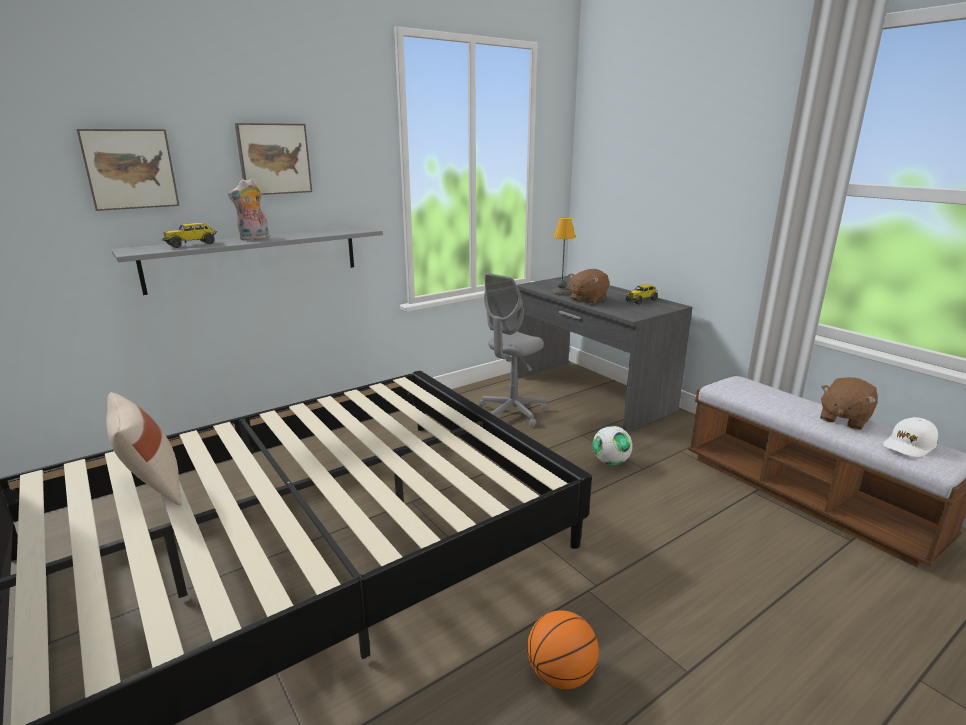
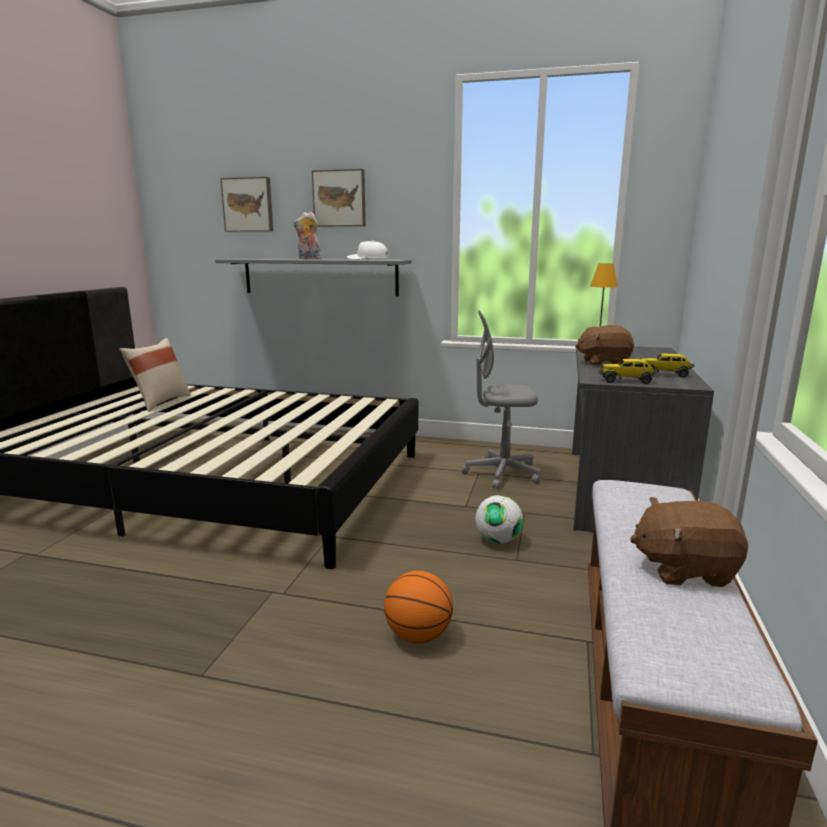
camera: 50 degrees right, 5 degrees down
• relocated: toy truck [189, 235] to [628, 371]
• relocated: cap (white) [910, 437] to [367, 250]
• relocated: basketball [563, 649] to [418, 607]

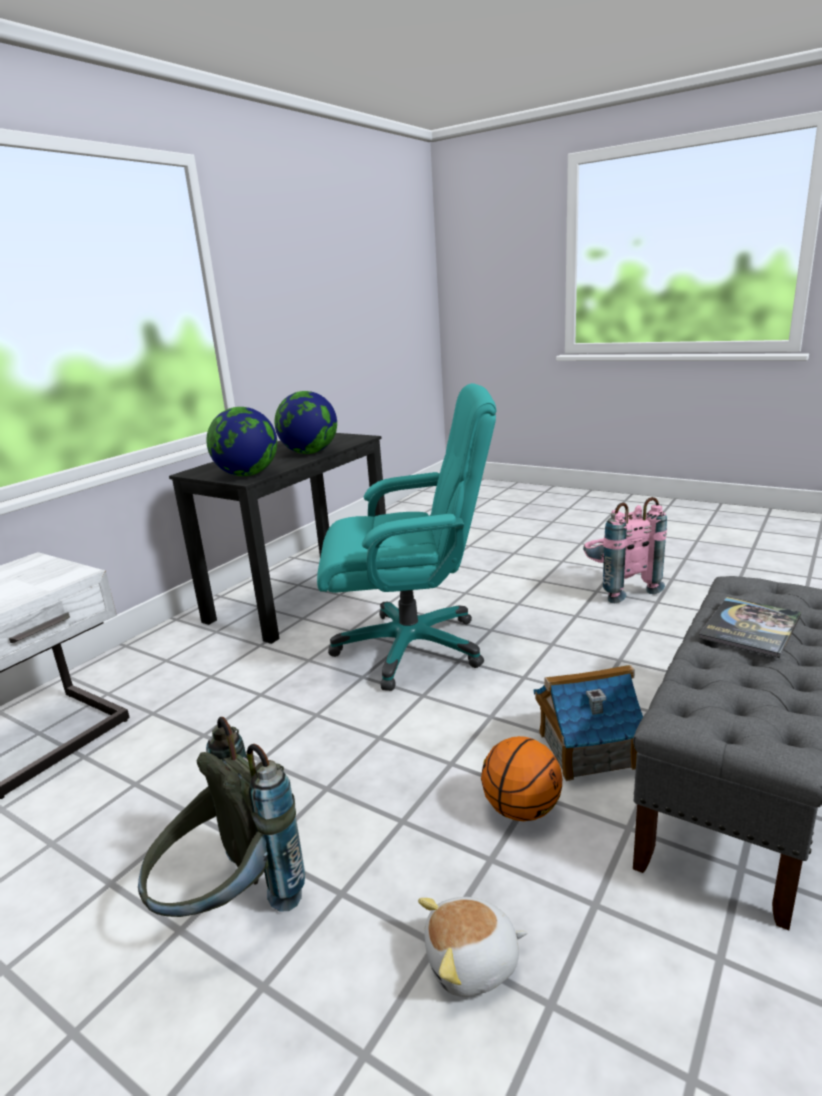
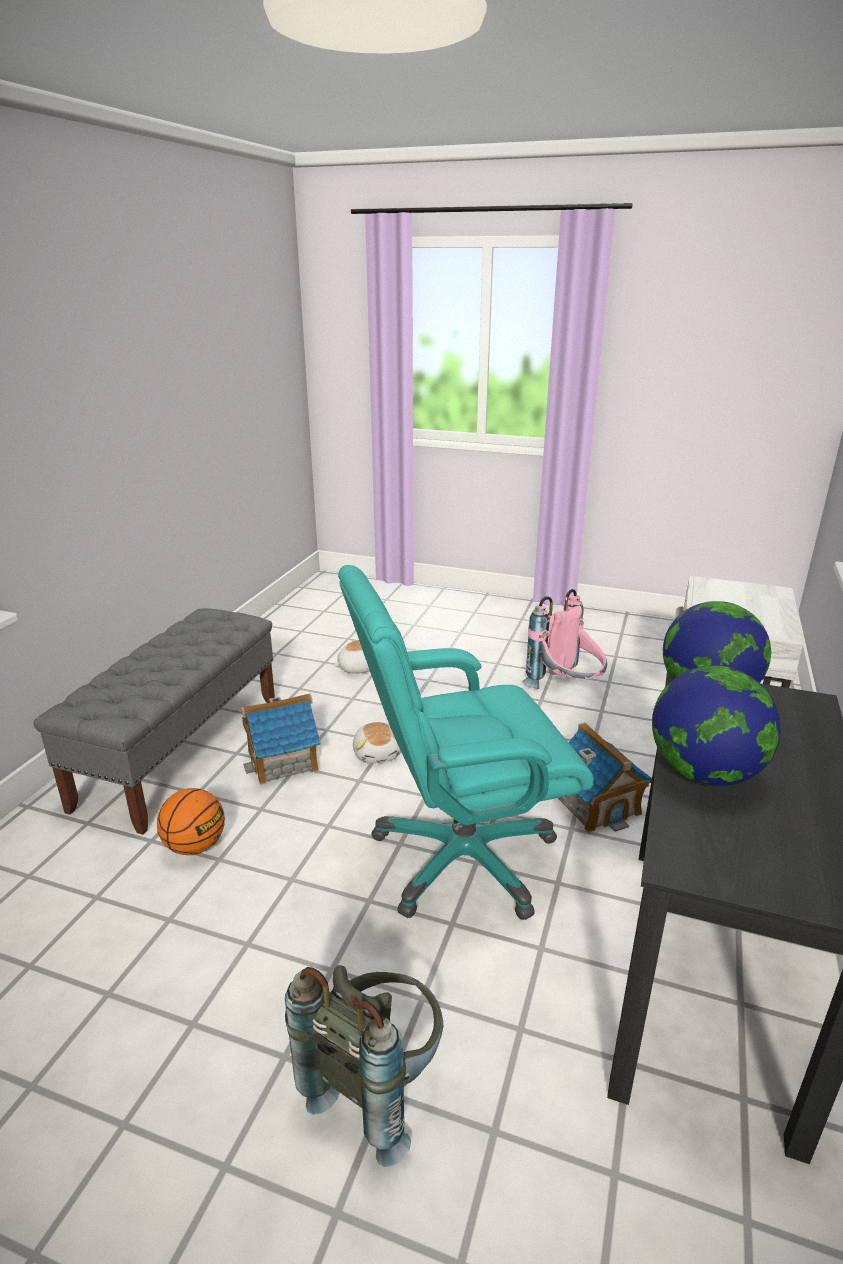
camera: 165 degrees right, 5 degrees up
• relocated: backpack (pink) [625, 550] to [565, 639]
• missing: book [750, 627]
• relocated: backpack (grey) [221, 817] to [364, 1066]
• relocated: basketball [521, 778] to [191, 821]
• appeared: plush toy [377, 743]
• appeared: toy house [603, 777]

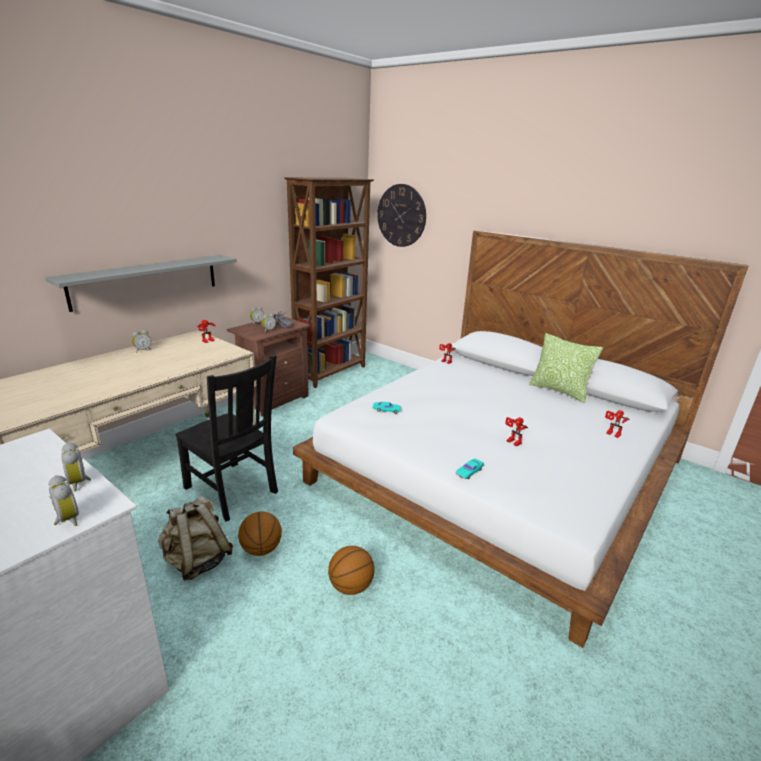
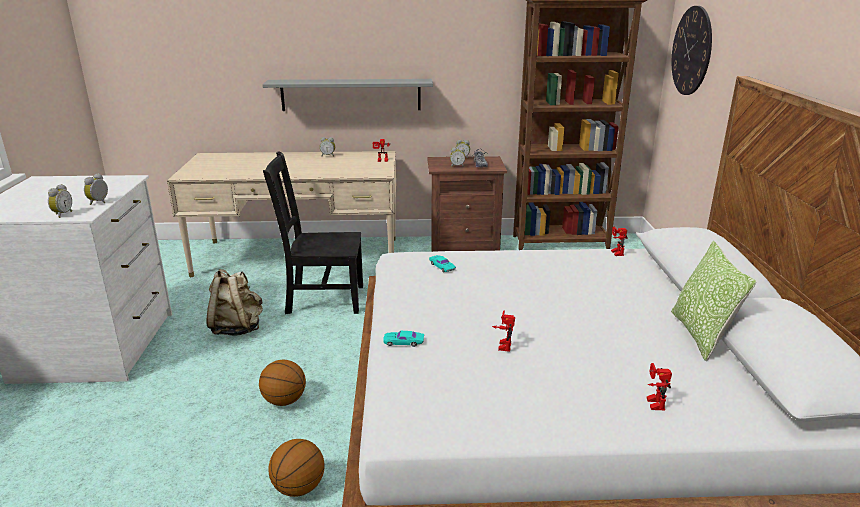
camera: 50 degrees right, 0 degrees up
• spun: chair (black) [226, 438] = [313, 232] 90 degrees clockwise
• relocated: basketball [260, 533] to [296, 468]

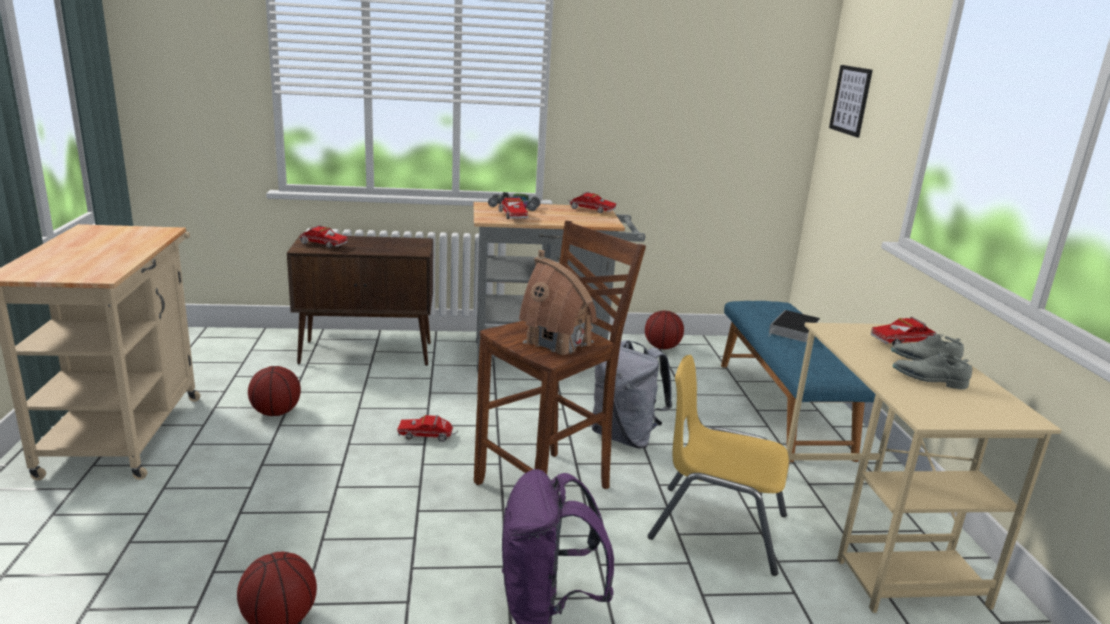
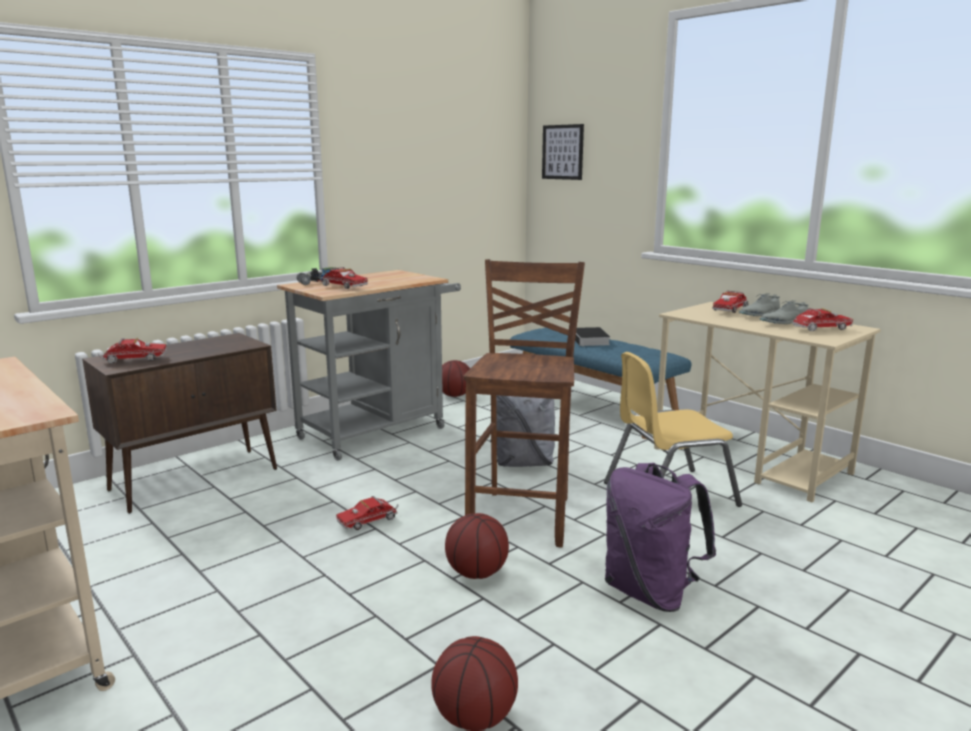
camera: 35 degrees left, 5 degrees down
• relocated: toy truck [592, 202] to [822, 319]
• missing: toy house [558, 302]
• relocated: basketball [274, 391] to [477, 546]

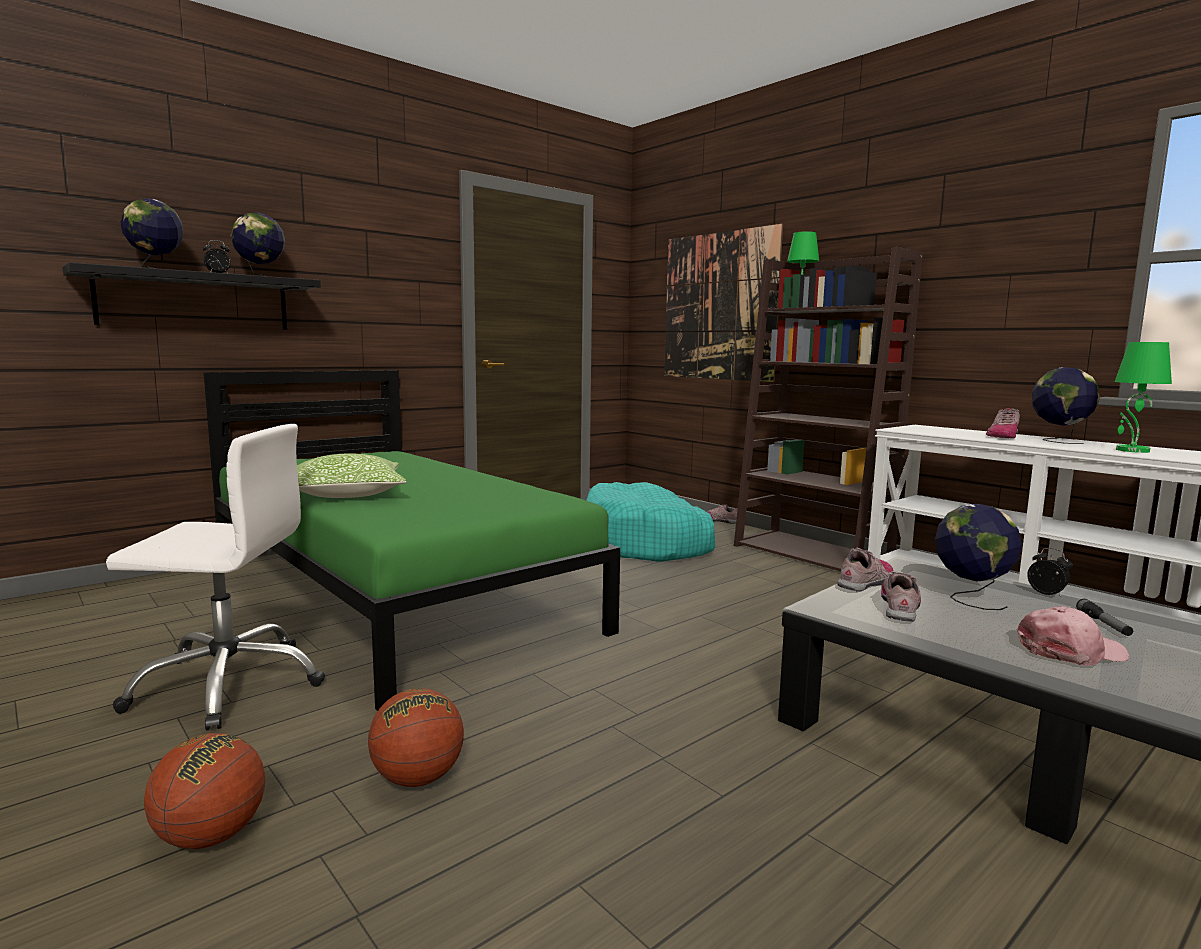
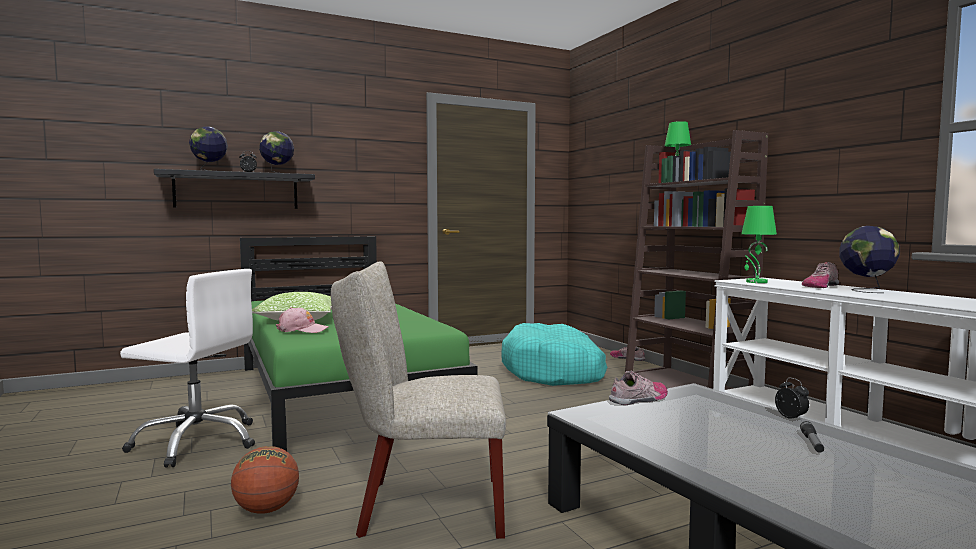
camera: 15 degrees right, 5 degrees down
• missing: picture [723, 303]
• relocated: table lamp (green) [1143, 397] to [759, 244]
• missing: globe [978, 557]
• missing: shoe [901, 596]
• relocated: cap (pink) [1073, 636] to [302, 320]
• missing: basketball [204, 791]
• appeared: chair (beige) [418, 400]

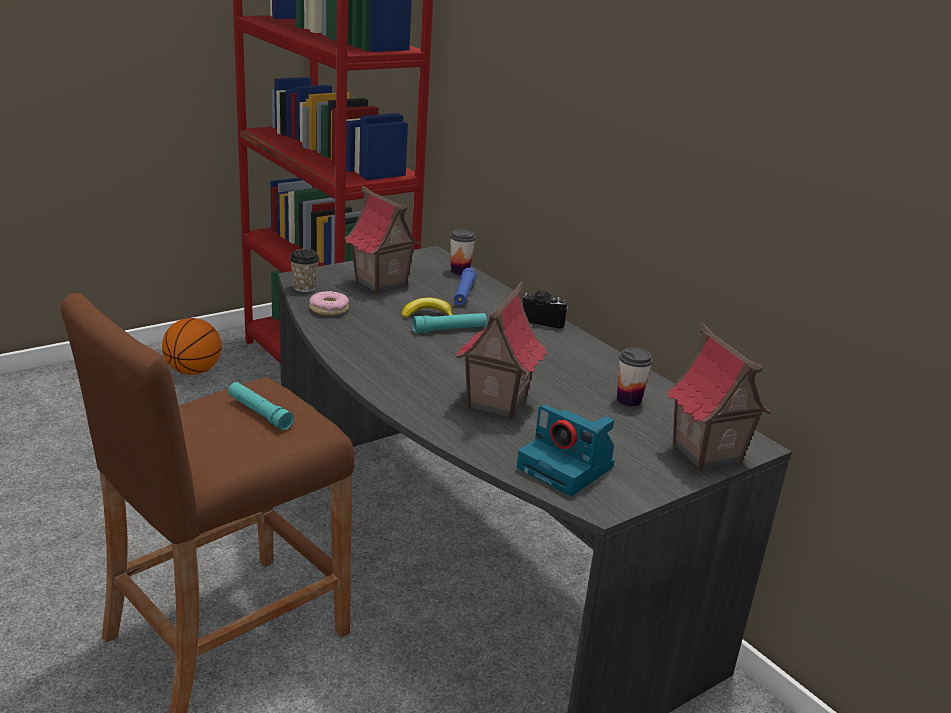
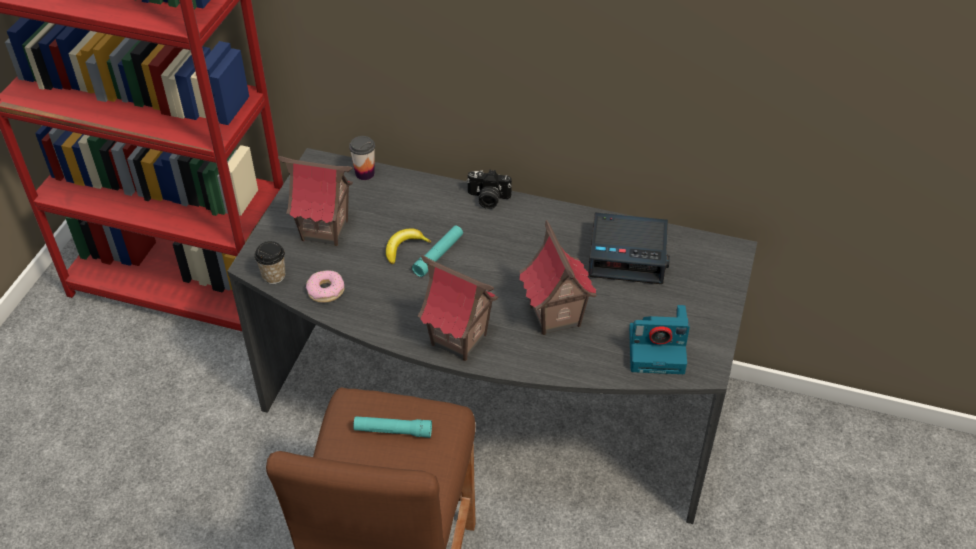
camera: 35 degrees left, 20 degrees up
• missing: flashlight (blue) [465, 286]
• spun: photo camera [545, 309] = [489, 189] 150 degrees counterclockwise
• missing: basketball [191, 346]
• relocated: toy house [718, 396] to [457, 308]
• exchanged: cup [635, 377] to alarm clock [629, 248]

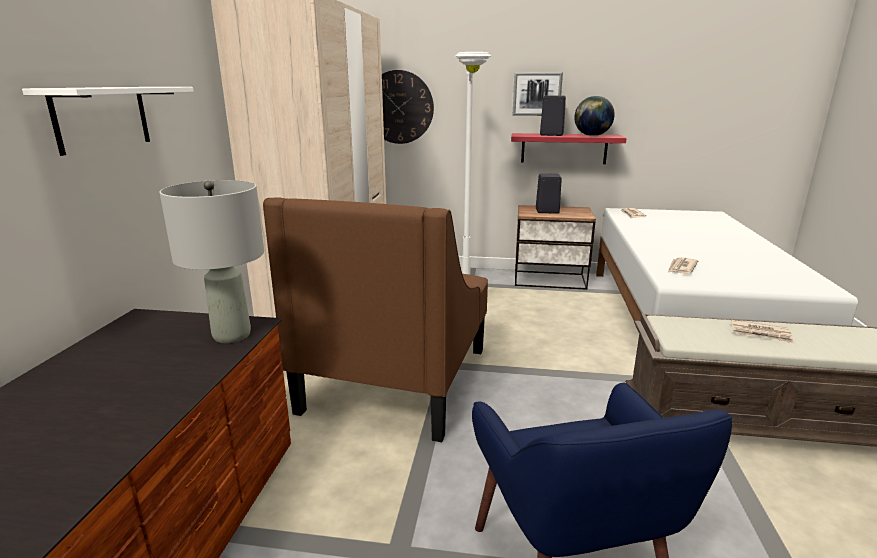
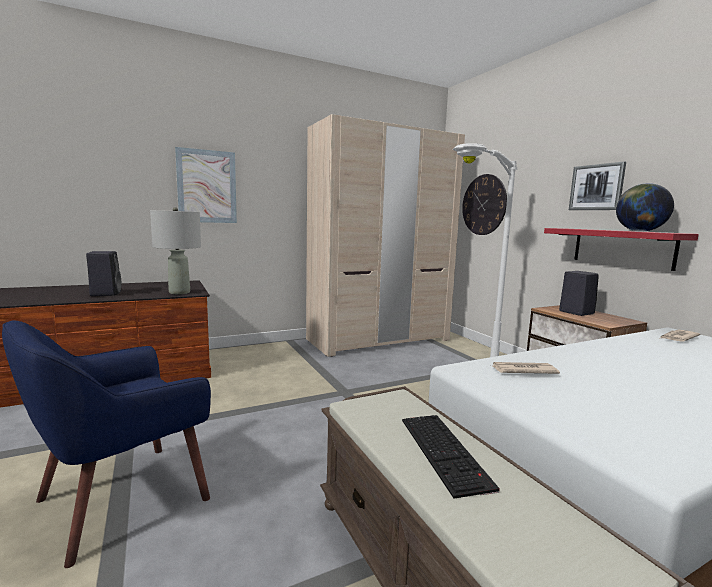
camera: 55 degrees right, 10 degrees down
• exchanged: shelf (white) [108, 121] to picture [206, 185]
• relocated: speaker (black) [553, 115] to [103, 273]
• missing: armchair (brown) [375, 319]
• exchanged: newspaper [762, 331] to keyboard [451, 457]

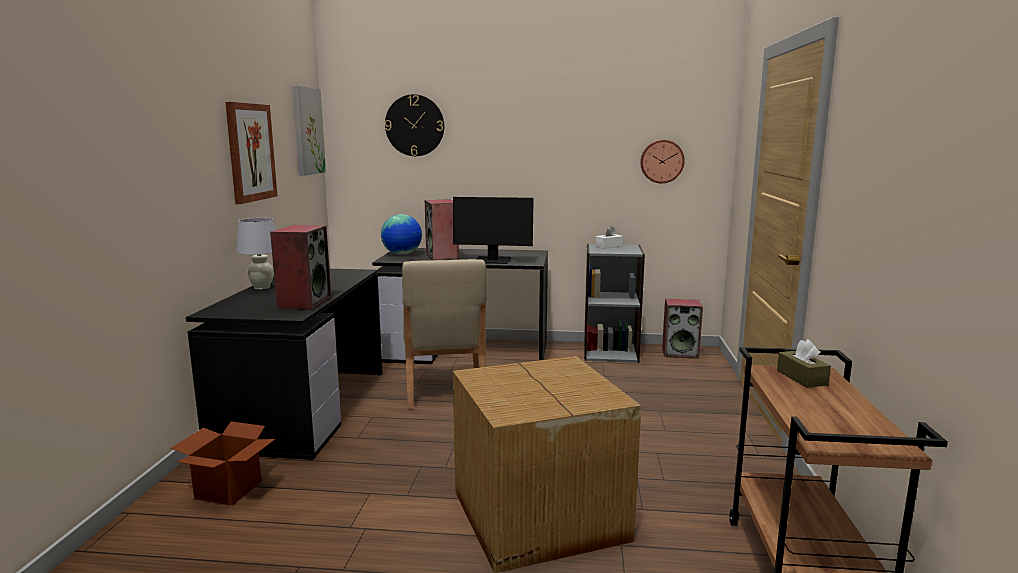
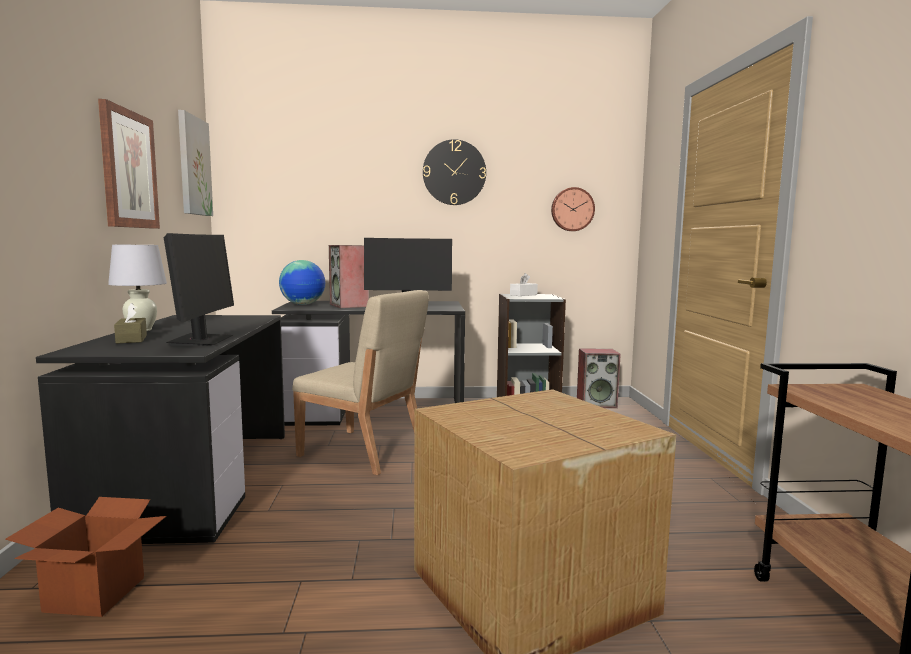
camera: 10 degrees left, 5 degrees down
• relocated: wall clock [414, 125] to [454, 172]
• exchanged: speaker [300, 267] to monitor [199, 289]
• spun: chair (beige) [444, 334] = [360, 382] 45 degrees counterclockwise
• relocated: tissue box (brown) [804, 363] to [130, 323]

